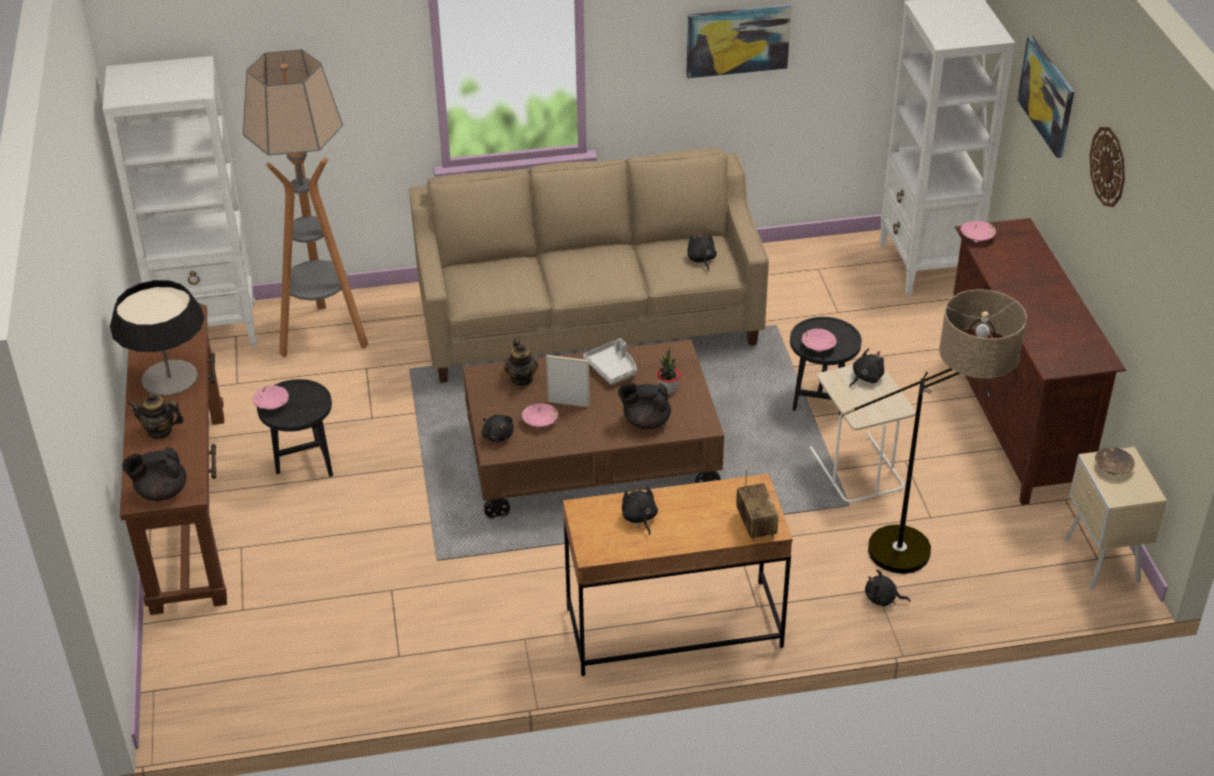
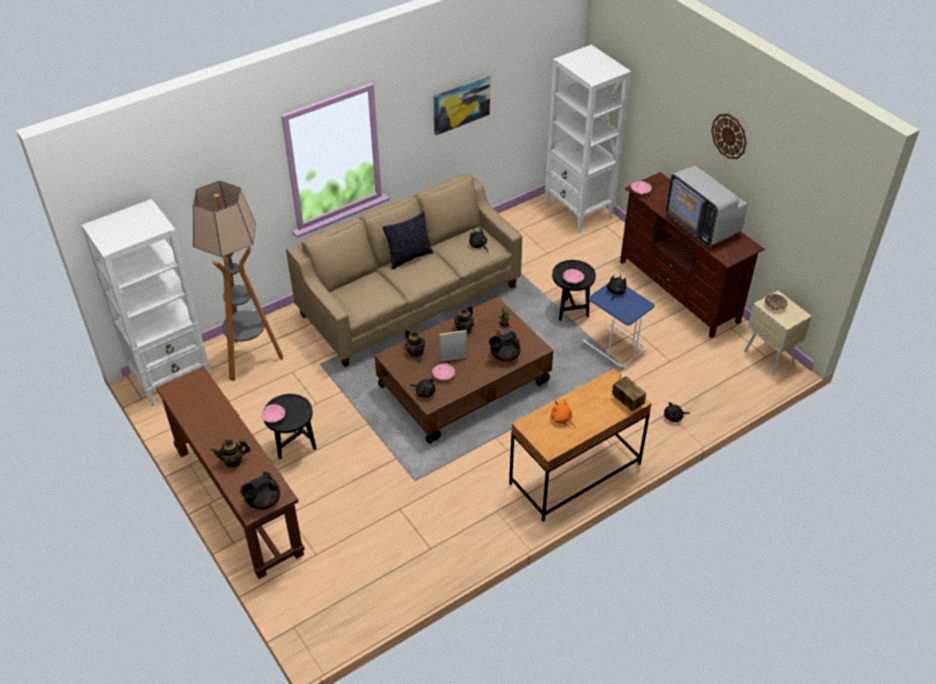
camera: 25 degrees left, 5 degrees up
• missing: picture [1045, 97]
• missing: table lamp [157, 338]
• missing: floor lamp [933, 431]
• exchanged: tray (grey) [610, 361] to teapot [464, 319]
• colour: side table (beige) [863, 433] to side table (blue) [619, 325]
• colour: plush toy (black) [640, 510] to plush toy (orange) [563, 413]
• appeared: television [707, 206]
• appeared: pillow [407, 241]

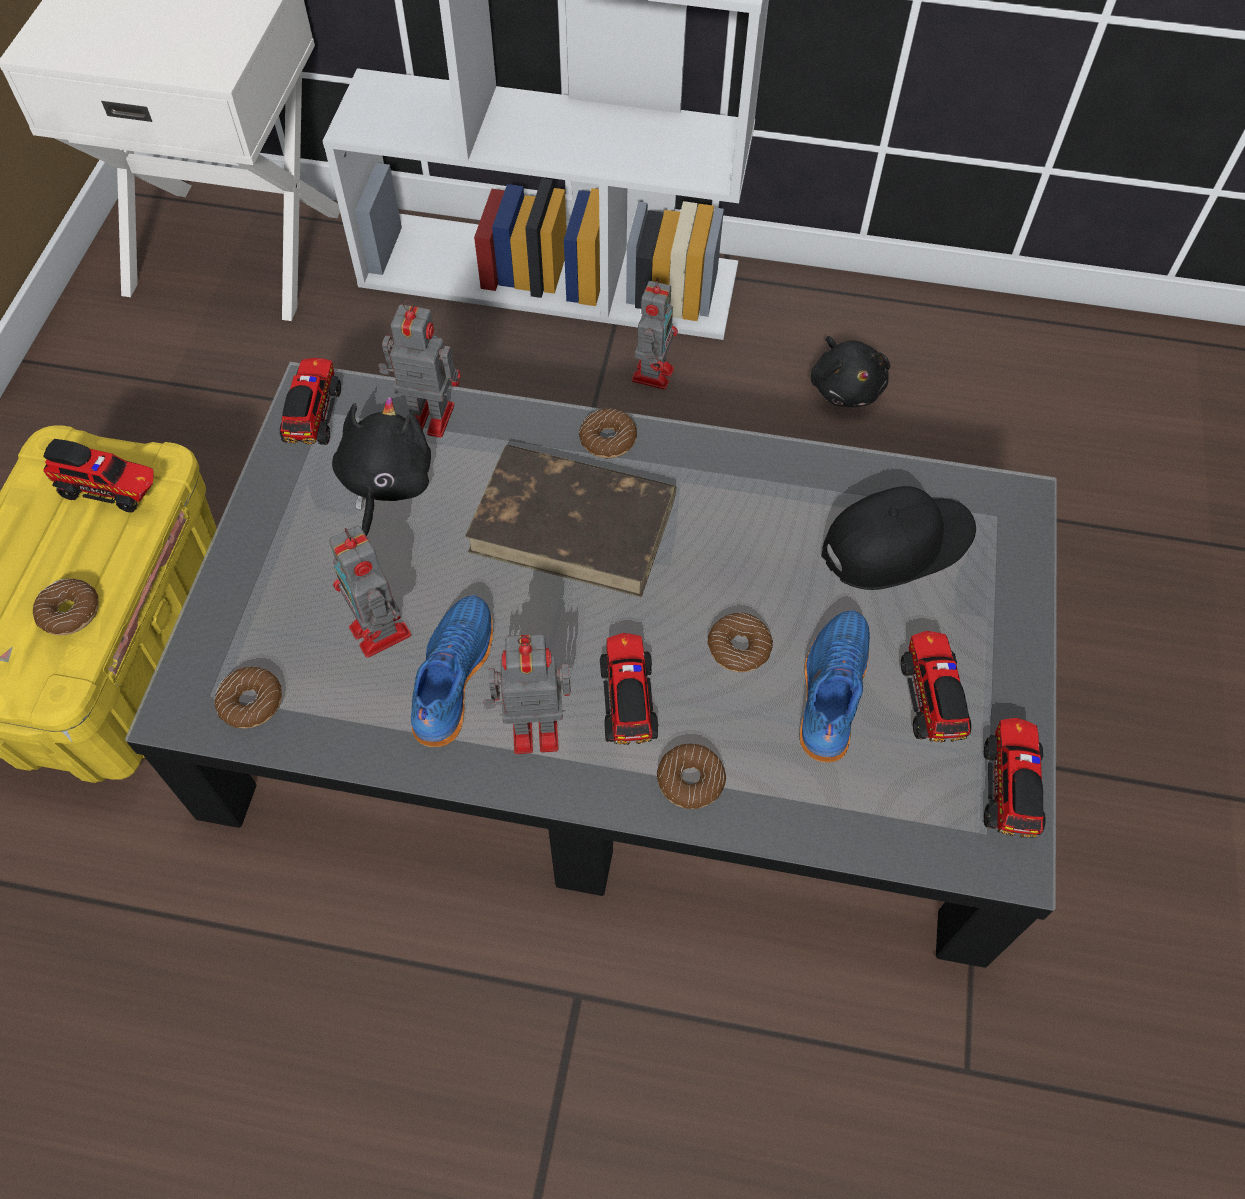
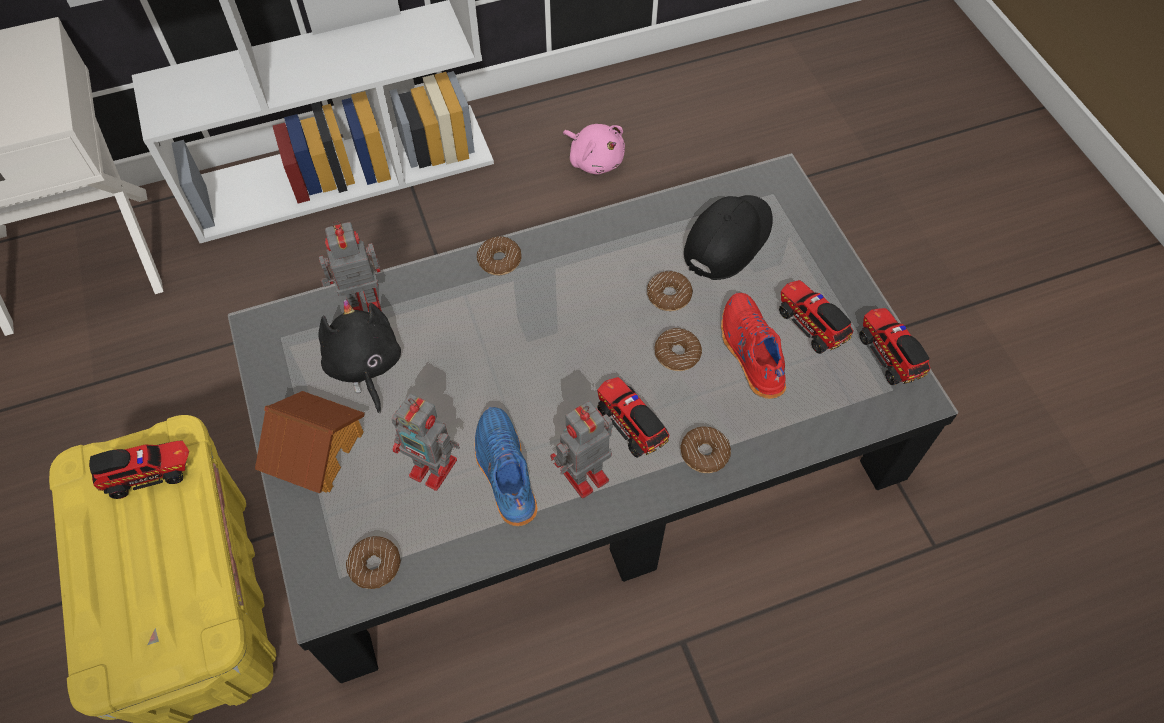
camera: 30 degrees left, 0 degrees up
• missing: toy robot [655, 333]
• colour: plush toy (black) [850, 371] to plush toy (pink) [594, 149]
• missing: toy truck [310, 401]
• missing: book (brown) [570, 520]
• relocated: donut [66, 606] to [670, 291]
• colour: shoe (blue) [835, 686] to shoe (red) [753, 346]
• appeared: toy house [310, 442]

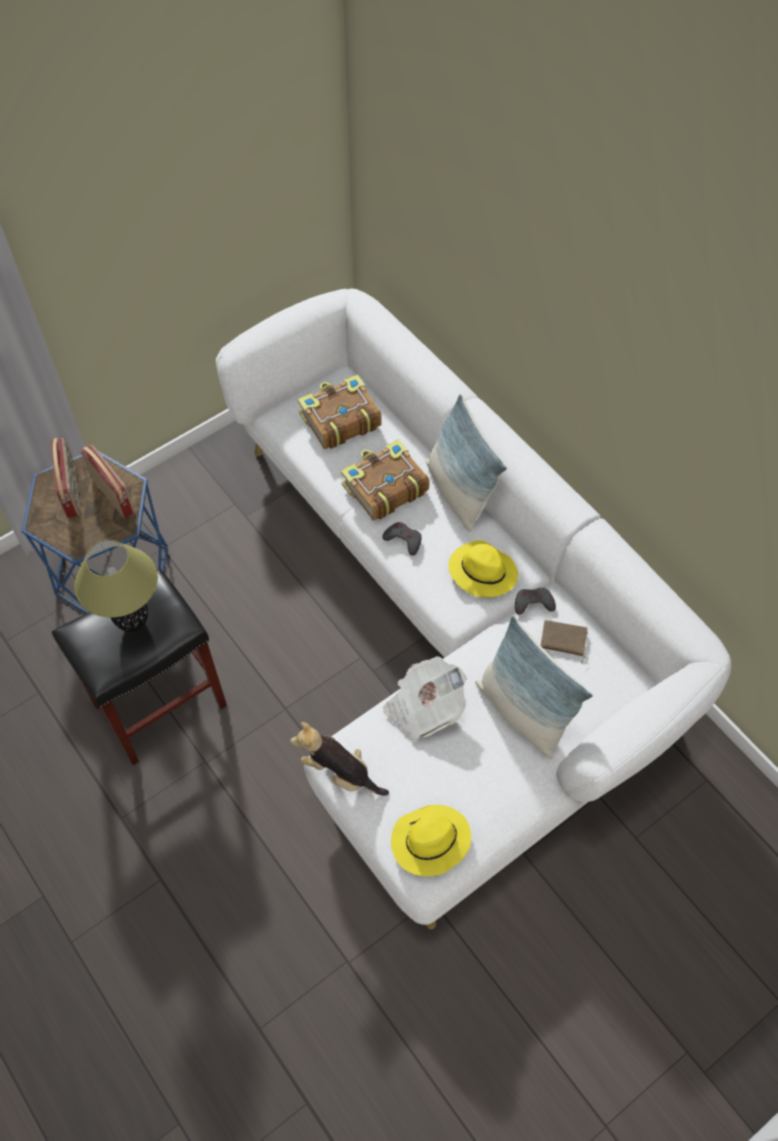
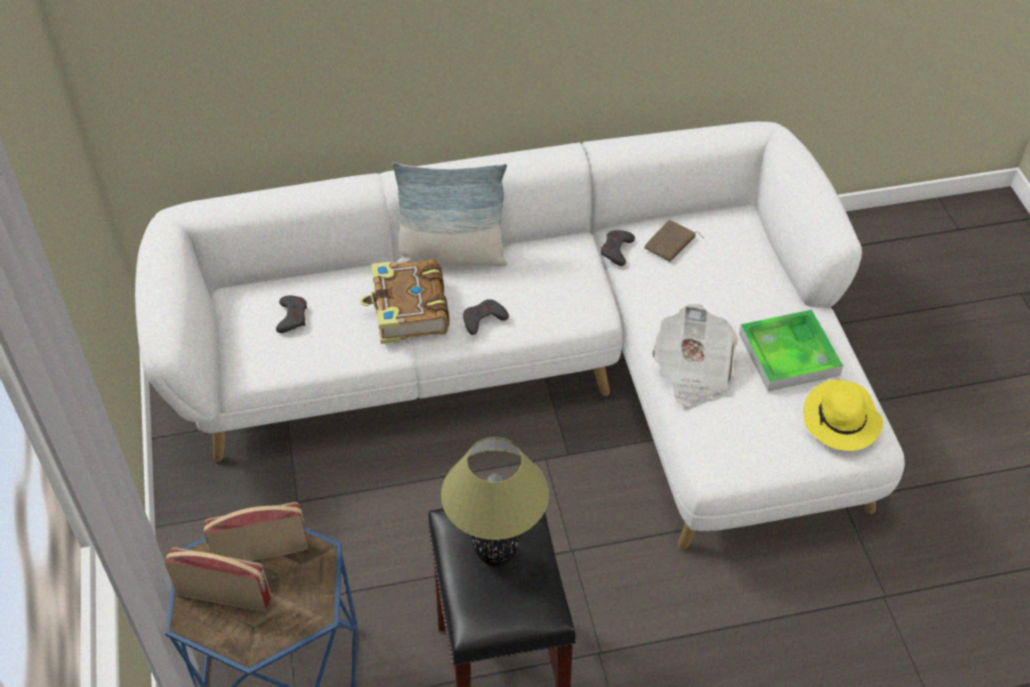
camera: 65 degrees left, 10 degrees down
• exchanged: book [340, 411] to game controller (grey) [291, 314]
• missing: hat (yellow) [483, 568]
• missing: pillow [534, 687]
• missing: plush toy [339, 759]
• appeared: tray [791, 350]

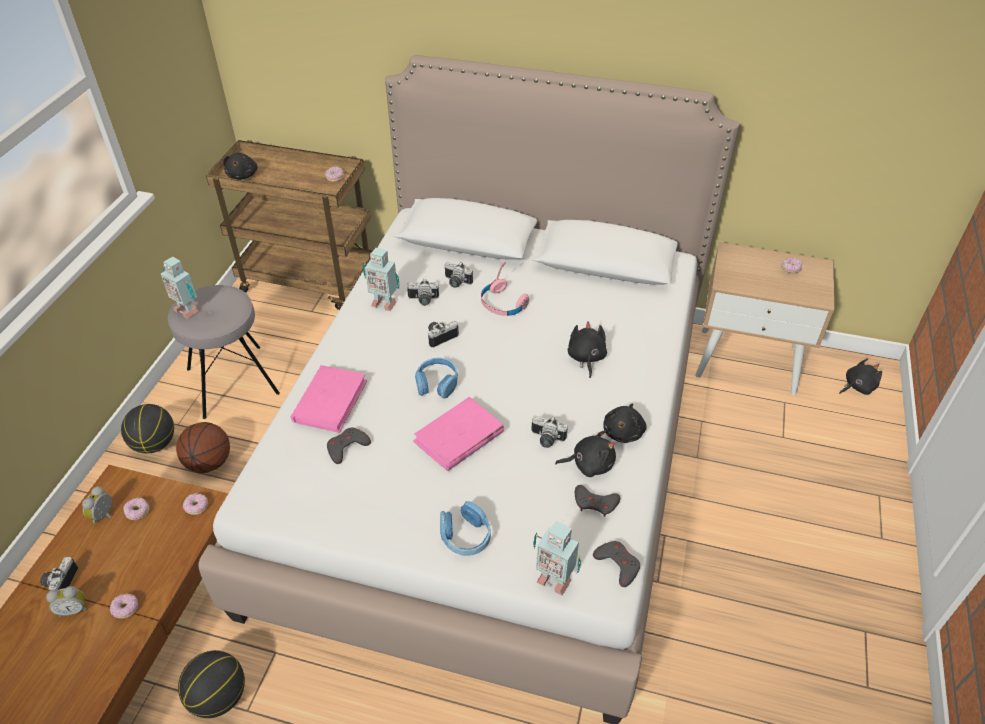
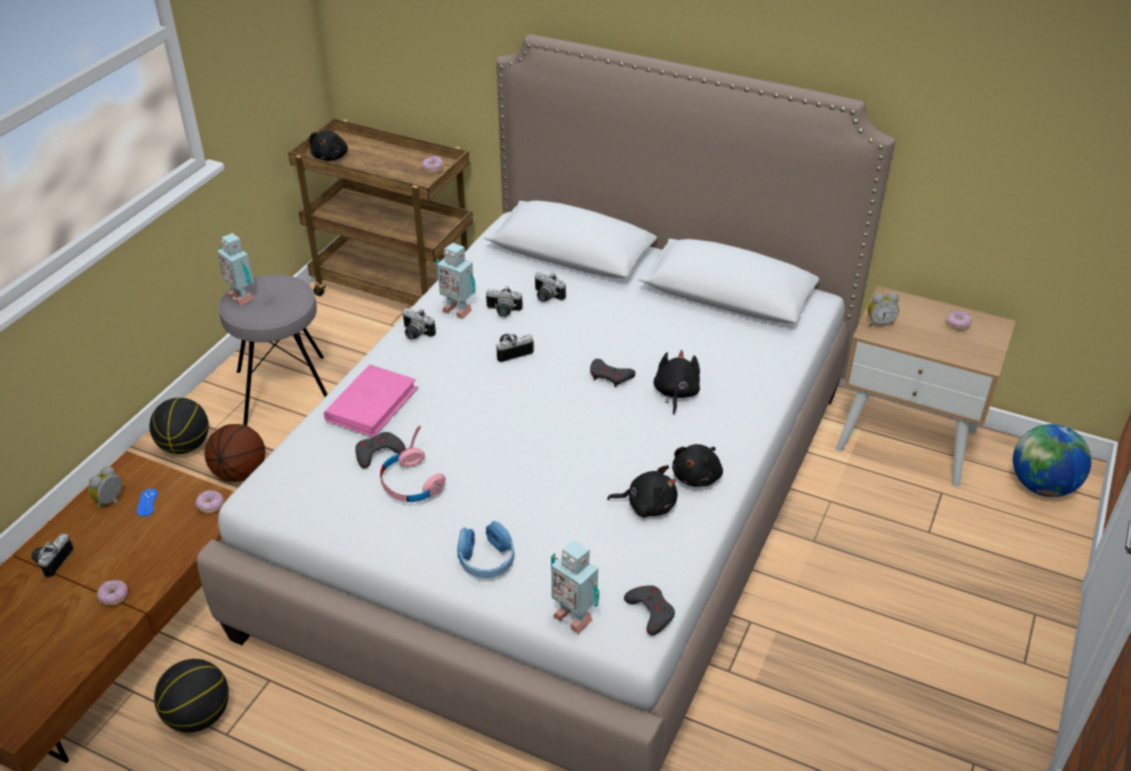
camera: 10 degrees right, 5 degrees down
• relocated: headphones (pink) [505, 288] to [413, 463]
• missing: headphones (blue) [436, 378]
• exchanged: plush toy (black) [860, 376] to globe [1052, 460]
• missing: book (pink) [458, 434]
• relocated: photo camera [549, 431] to [419, 323]
• relocated: game controller (grey) [597, 501] to [612, 373]
• exchanged: donut [136, 509] to game controller (blue) [147, 503]
• relocated: alarm clock [67, 601] to [883, 309]

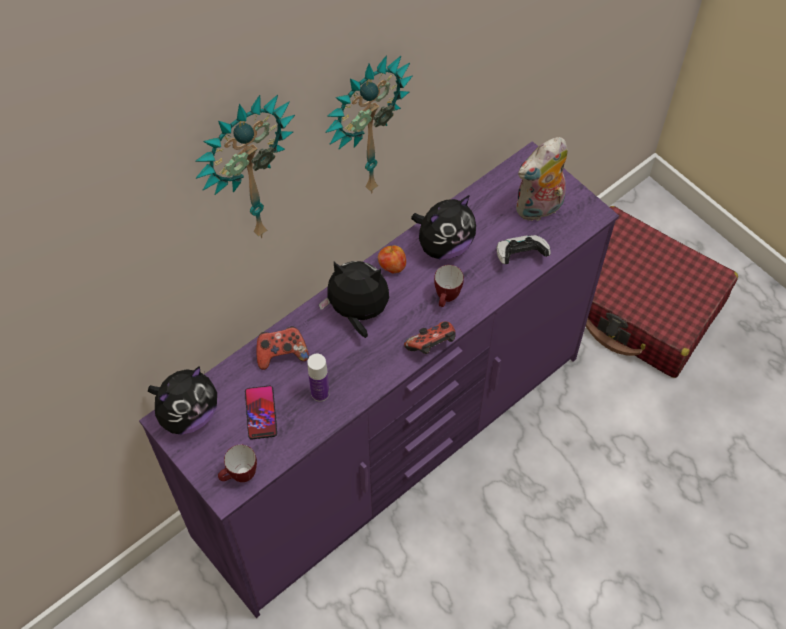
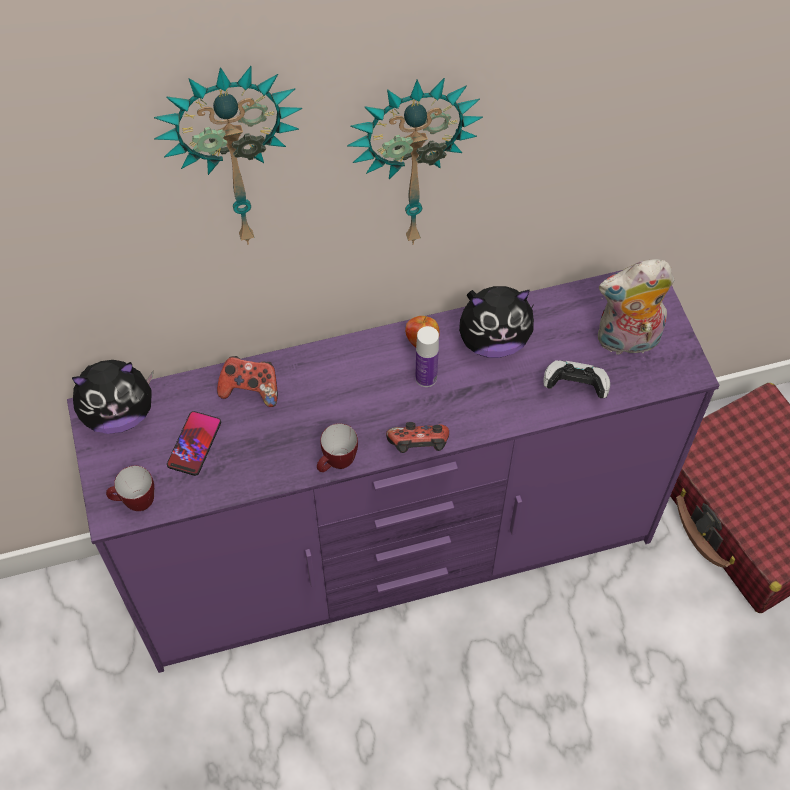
camera: 25 degrees right, 0 degrees up
• missing: plush toy [354, 299]
• relocated: mug [449, 286] to [337, 447]
• relocated: bottle [318, 378] to [427, 356]

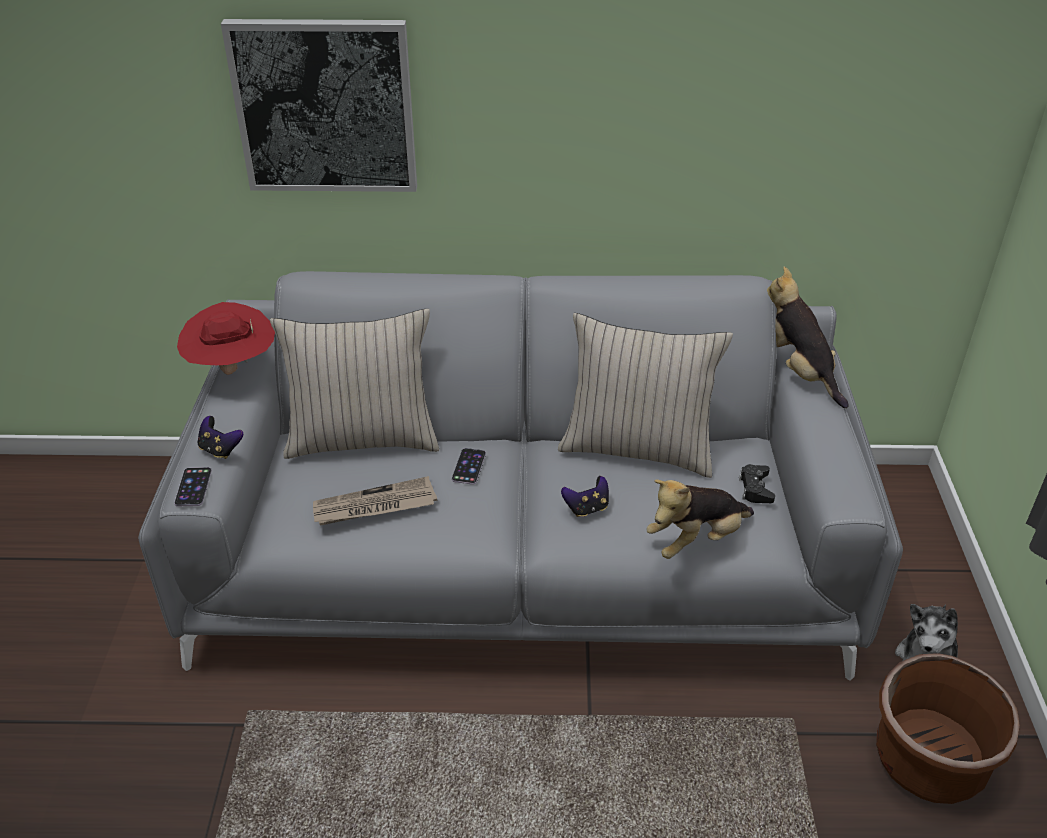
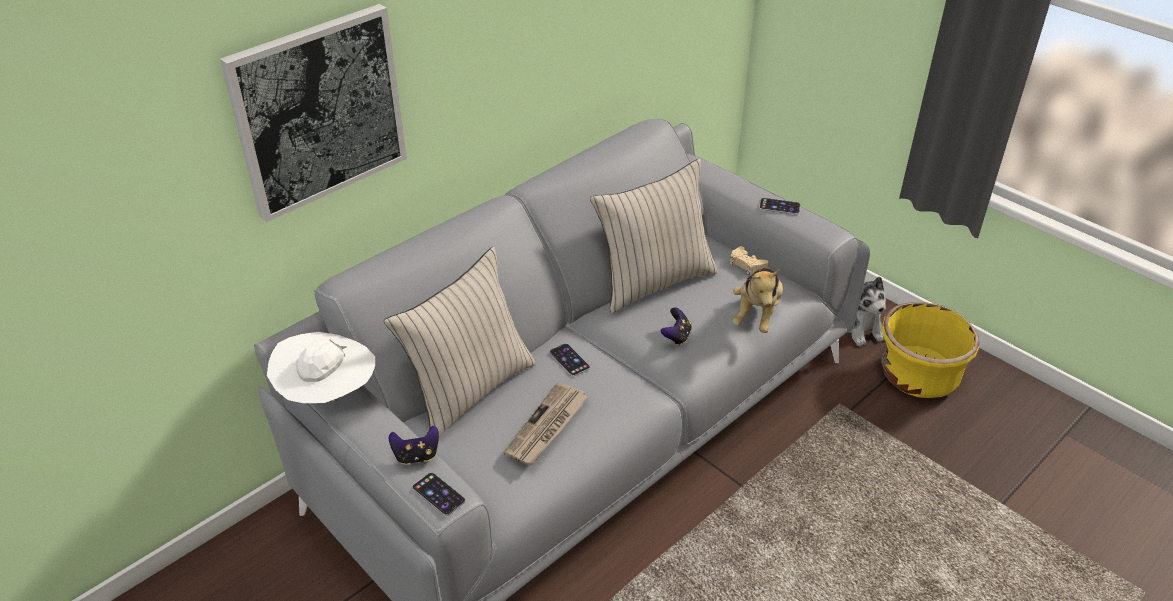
camera: 45 degrees left, 0 degrees up
• missing: plush toy [808, 337]
• colour: hat (red) [226, 338] to hat (white) [321, 367]
• colour: game controller (black) [757, 483] to game controller (beige) [749, 260]
• colour: planter (brown) [948, 728] to planter (yellow) [930, 350]
• appeared: phone [779, 206]

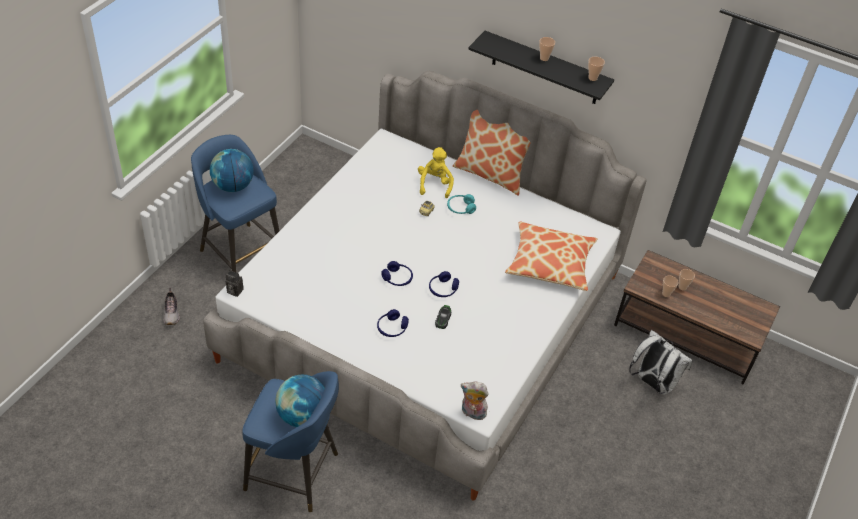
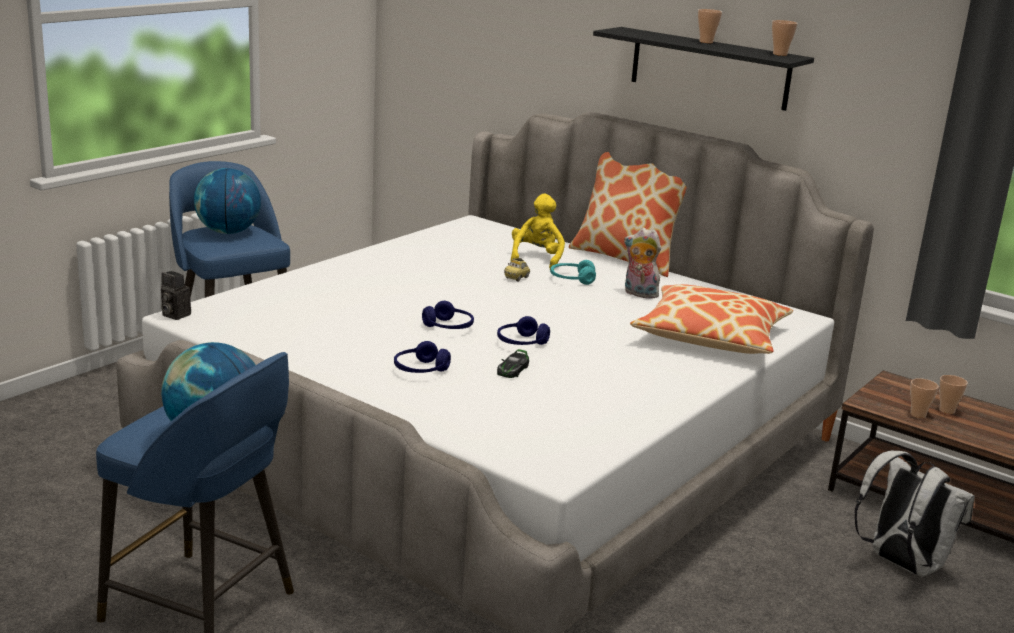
camera: 10 degrees right, 25 degrees down
• missing: shoe [171, 306]
• relocated: plush toy [475, 401] to [642, 263]

